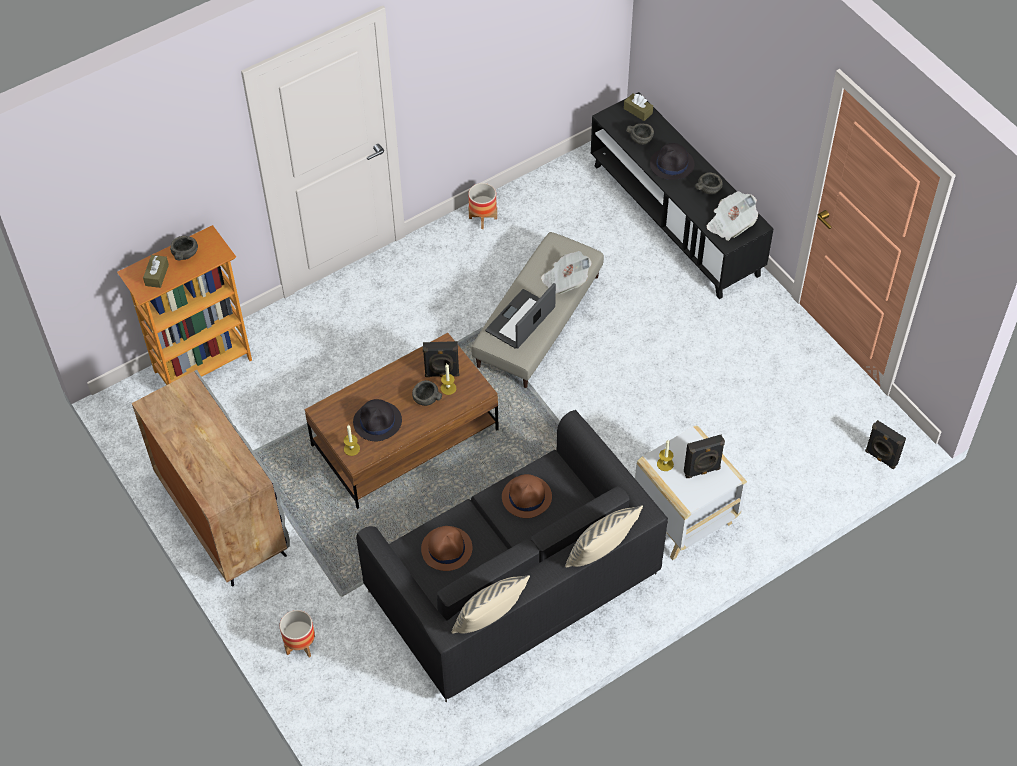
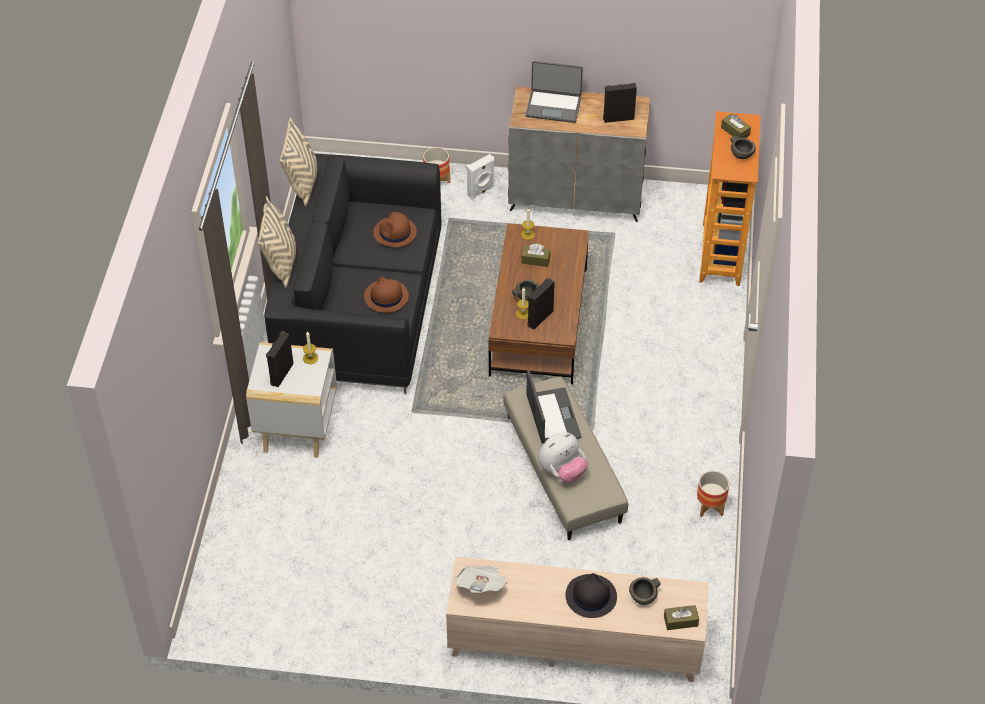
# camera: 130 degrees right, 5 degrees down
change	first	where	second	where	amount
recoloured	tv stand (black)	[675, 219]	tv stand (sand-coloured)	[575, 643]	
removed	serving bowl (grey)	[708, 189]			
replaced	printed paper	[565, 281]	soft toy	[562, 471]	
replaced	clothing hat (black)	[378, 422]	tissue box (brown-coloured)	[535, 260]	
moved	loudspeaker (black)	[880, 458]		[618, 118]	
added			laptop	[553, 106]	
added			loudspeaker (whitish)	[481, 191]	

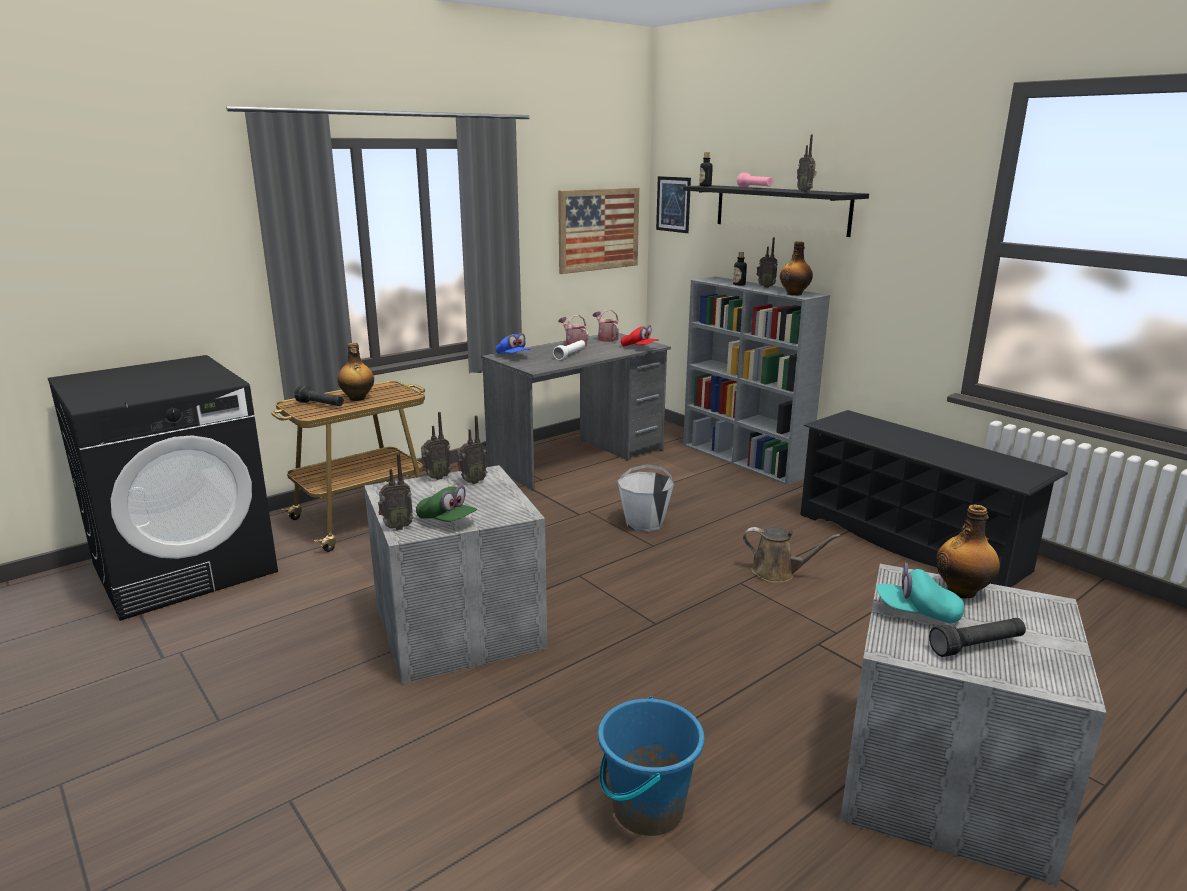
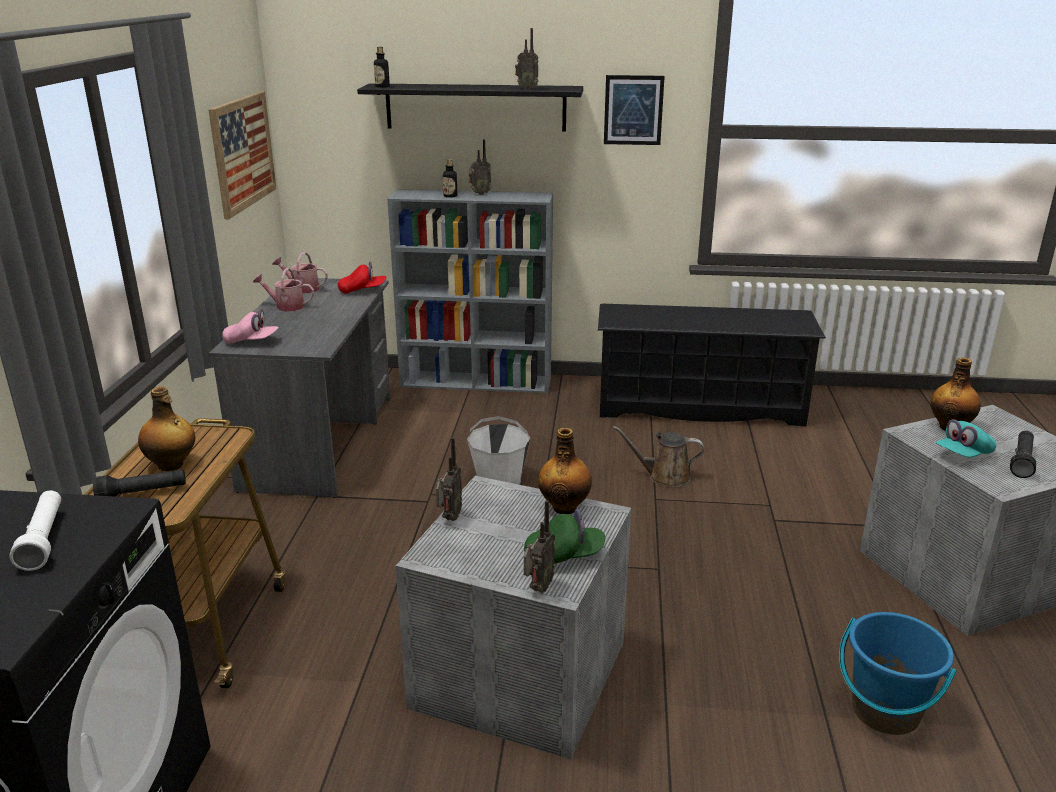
# camera: 45 degrees left, 5 degrees up
change	first	where	second	where	amount
removed	hand torch (pink)	[755, 188]			
moved	wall picture	[673, 204]		[633, 110]	
moved	beverage bottle	[794, 294]		[564, 507]	
recoloured	baseball cap (bluish)	[513, 356]	baseball cap (pink)	[251, 341]	
moved	hand torch (whitish)	[570, 355]		[44, 539]	
removed	radio receiver	[472, 482]			
turned	sprinkling can (brown-coloured)	[777, 573]		[664, 476]	150 degrees counterclockwise

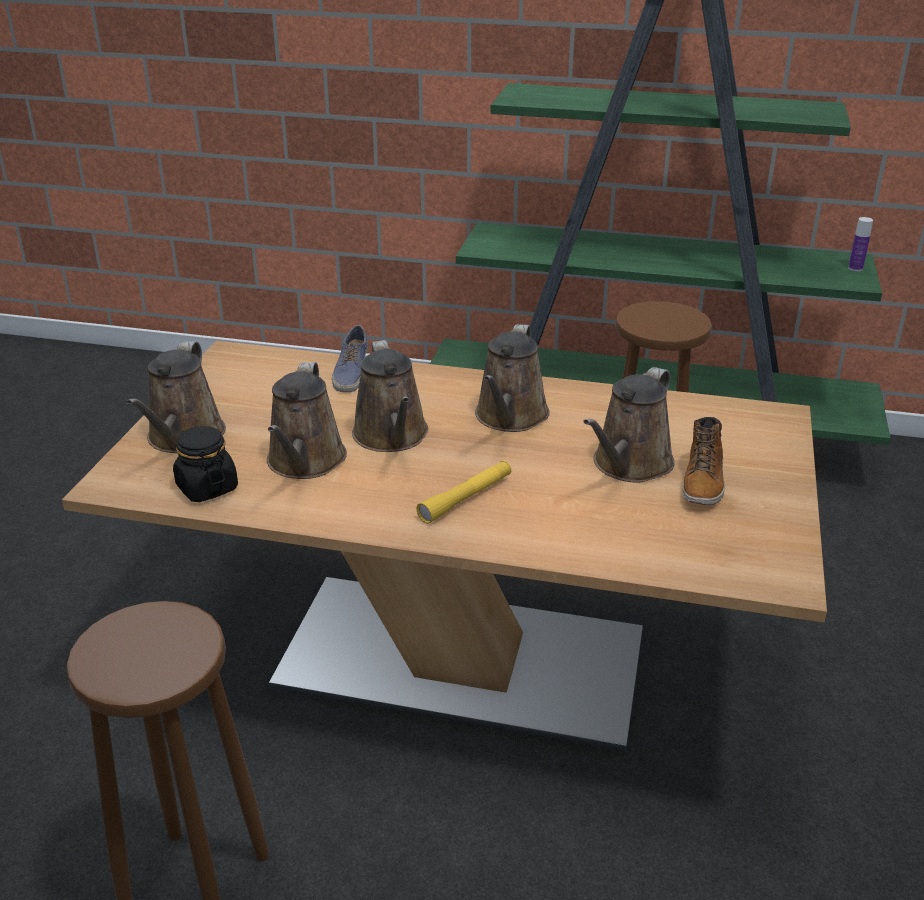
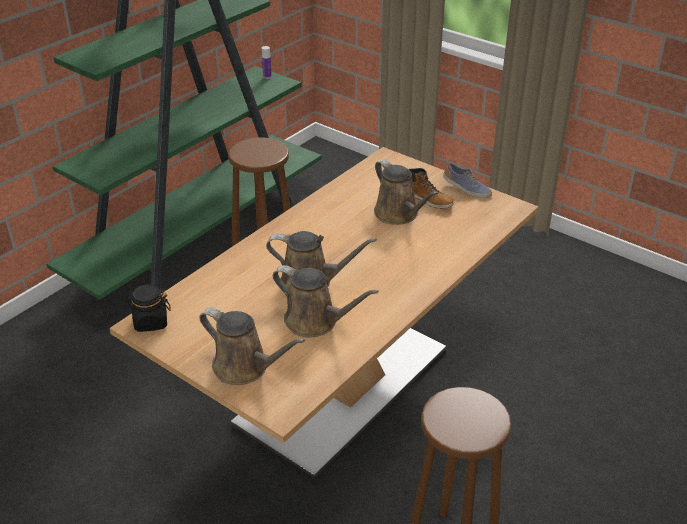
# camera: 65 degrees left, 5 degrees up
change	first	where	second	where	amount
removed	sprinkling can (brown-coloured)	[510, 417]			
moved	low shoe	[350, 373]		[466, 189]	
moved	jar (black)	[207, 487]		[150, 322]	
removed	hand torch (yellowish)	[466, 498]			

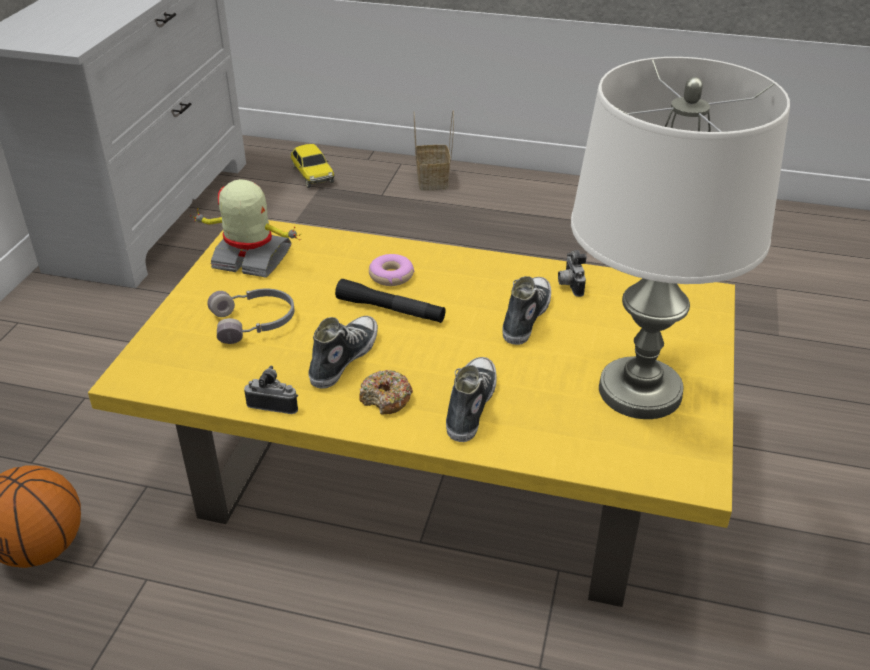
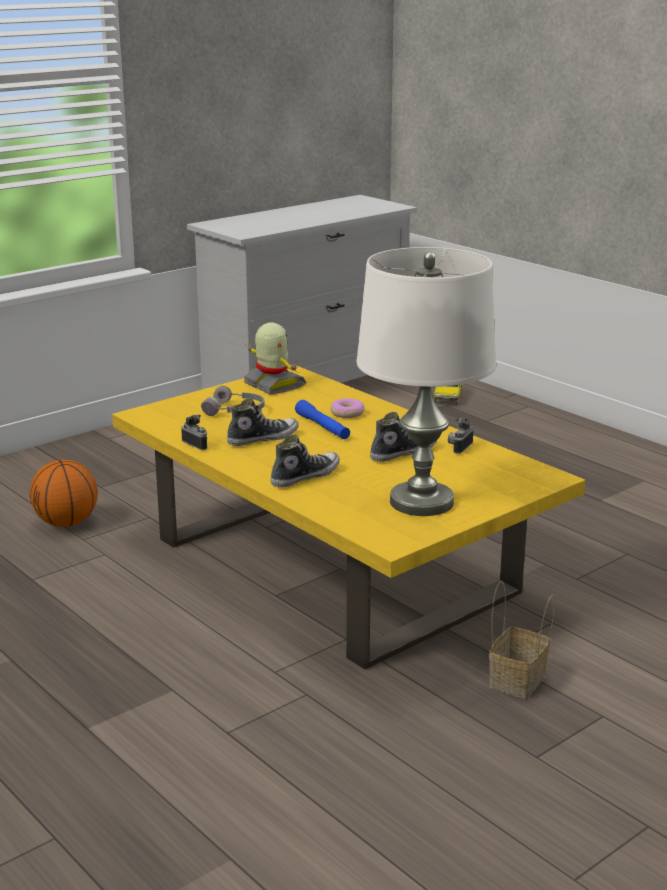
# camera: 35 degrees right, 15 degrees down
change	first	where	second	where	amount
moved	basket	[433, 181]		[518, 681]	
recoloured	hand torch (black)	[390, 310]	hand torch (bluish)	[322, 427]	
removed	donut	[386, 399]			

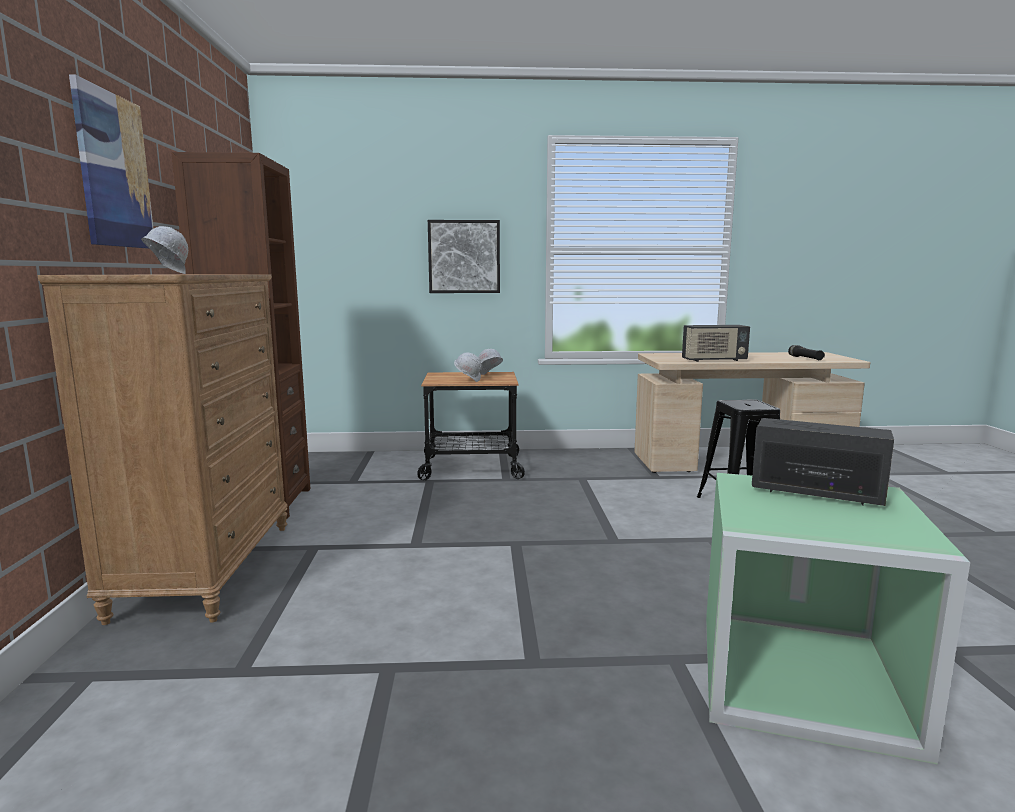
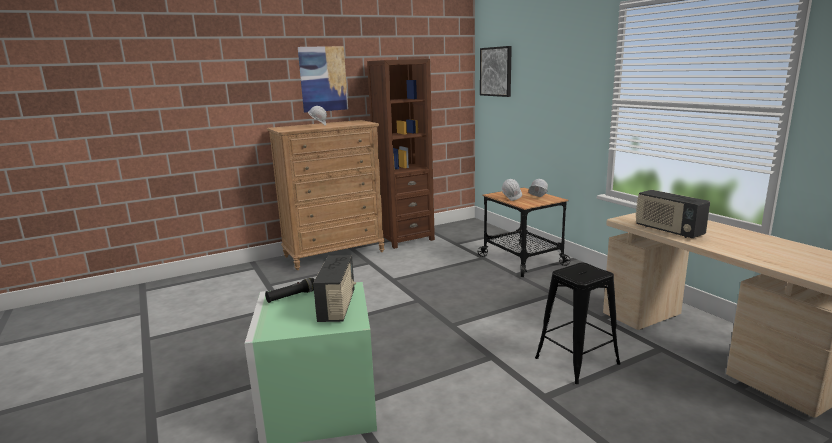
# camera: 65 degrees right, 5 degrees up
change	first	where	second	where	amount
moved	wall picture	[464, 257]		[496, 71]	
moved	hand torch (black)	[805, 358]		[292, 296]	

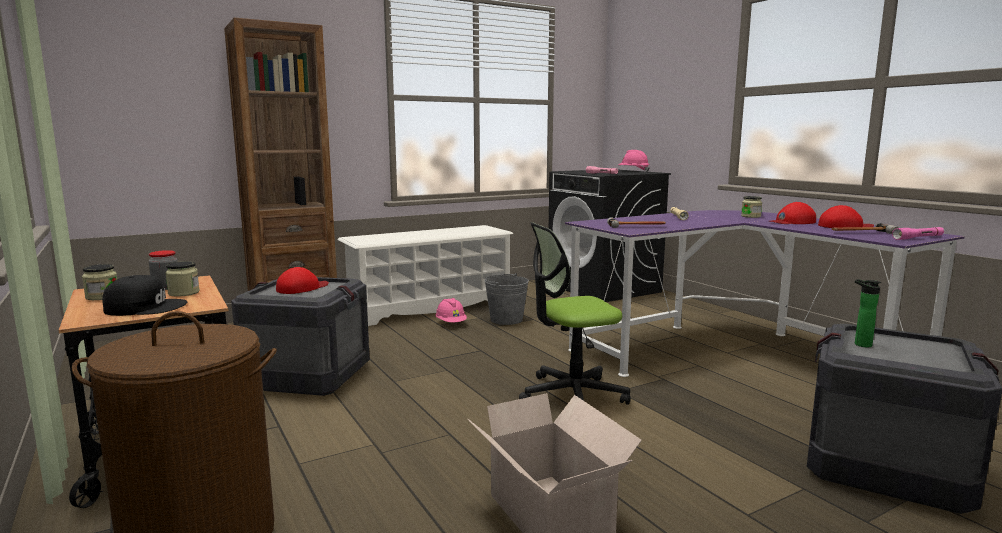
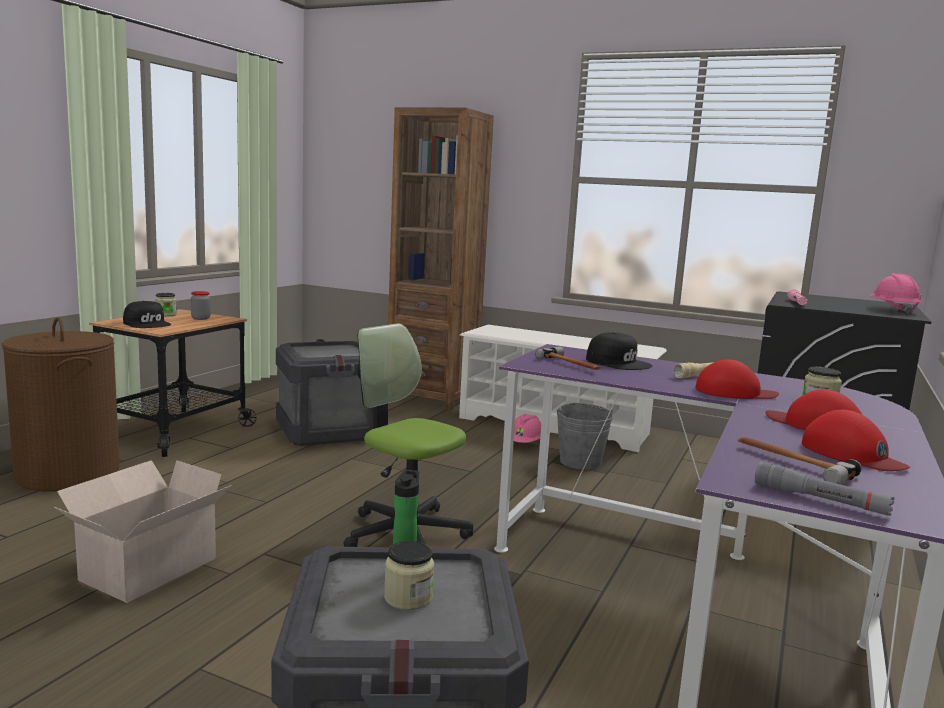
# camera: 55 degrees right, 0 degrees up
change	first	where	second	where	amount
recoloured	hand torch (pink)	[918, 238]	hand torch (grey)	[820, 500]	
moved	jar	[184, 293]		[408, 597]	
moved	baseball cap (reddish)	[302, 288]		[734, 392]	
added			baseball cap (black)	[618, 362]	

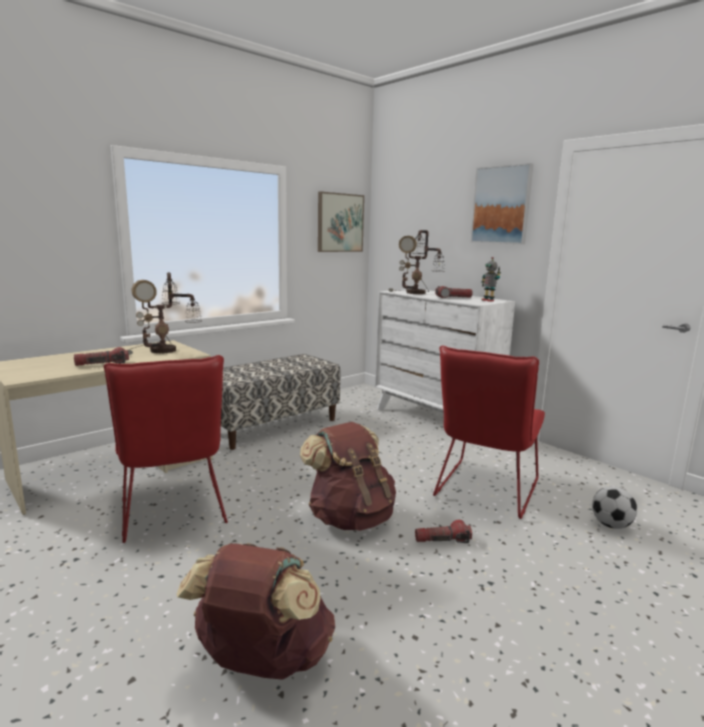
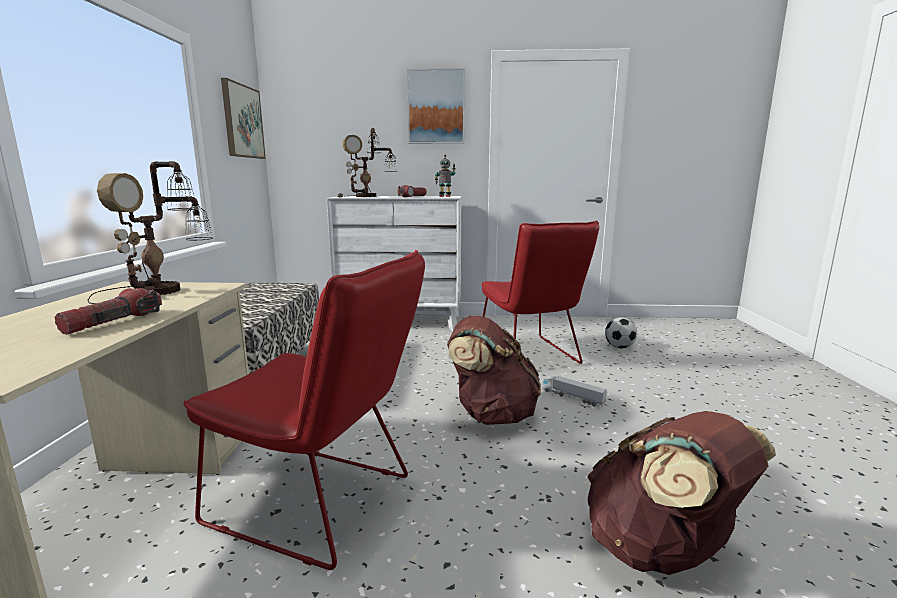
# camera: 45 degrees left, 0 degrees up
change	first	where	second	where	amount
replaced	hand torch	[442, 540]	model truck	[572, 397]	

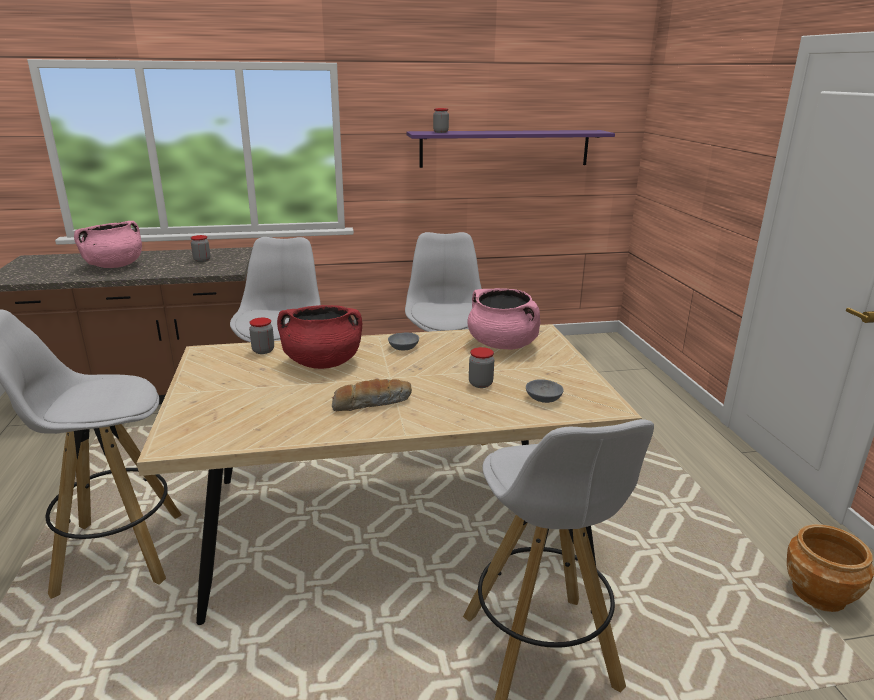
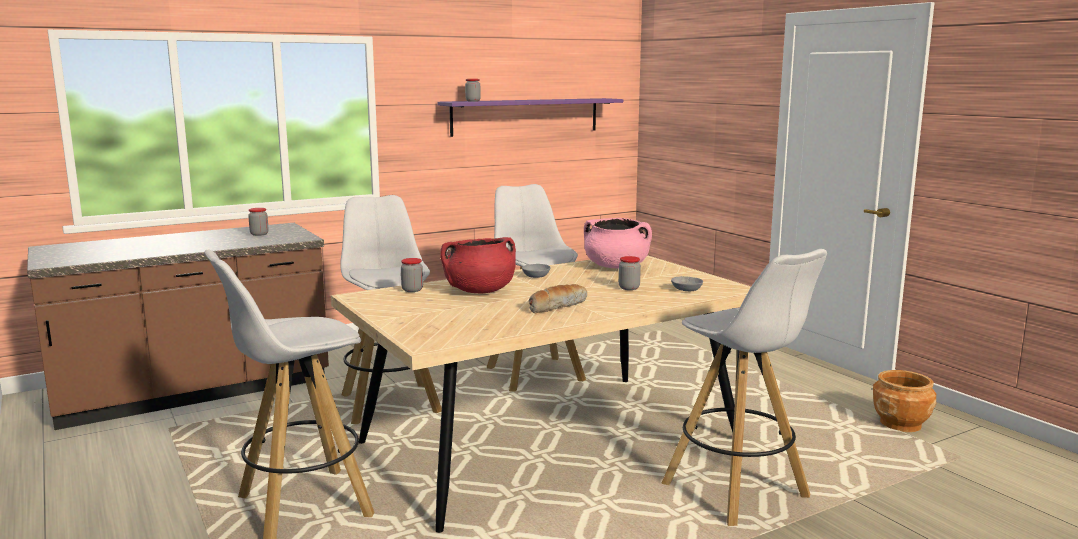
# camera: 20 degrees left, 10 degrees down
change	first	where	second	where	amount
removed	stockpot (pink)	[114, 266]			

